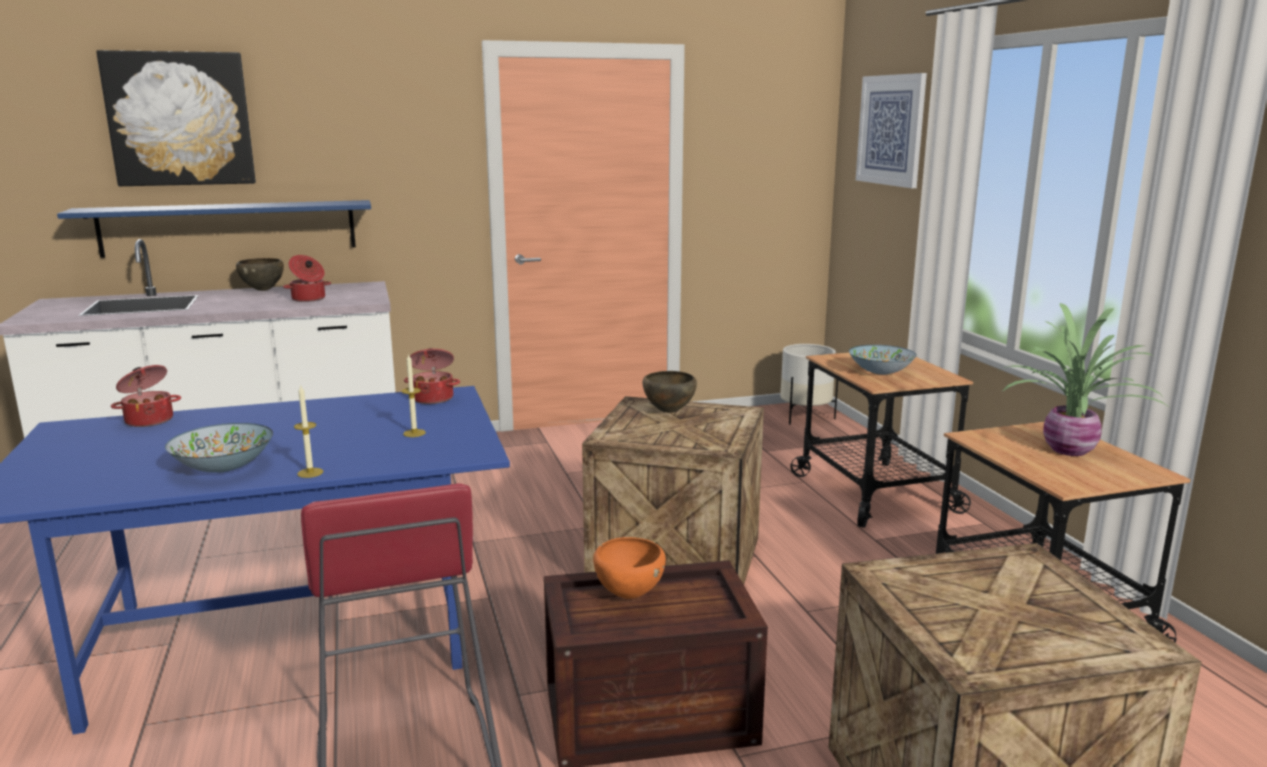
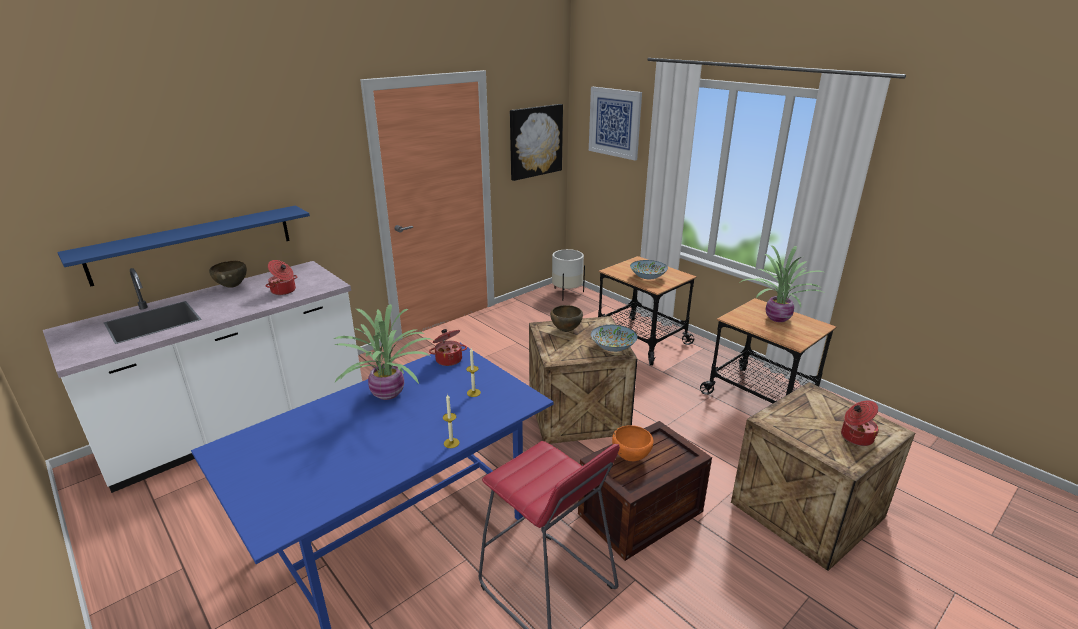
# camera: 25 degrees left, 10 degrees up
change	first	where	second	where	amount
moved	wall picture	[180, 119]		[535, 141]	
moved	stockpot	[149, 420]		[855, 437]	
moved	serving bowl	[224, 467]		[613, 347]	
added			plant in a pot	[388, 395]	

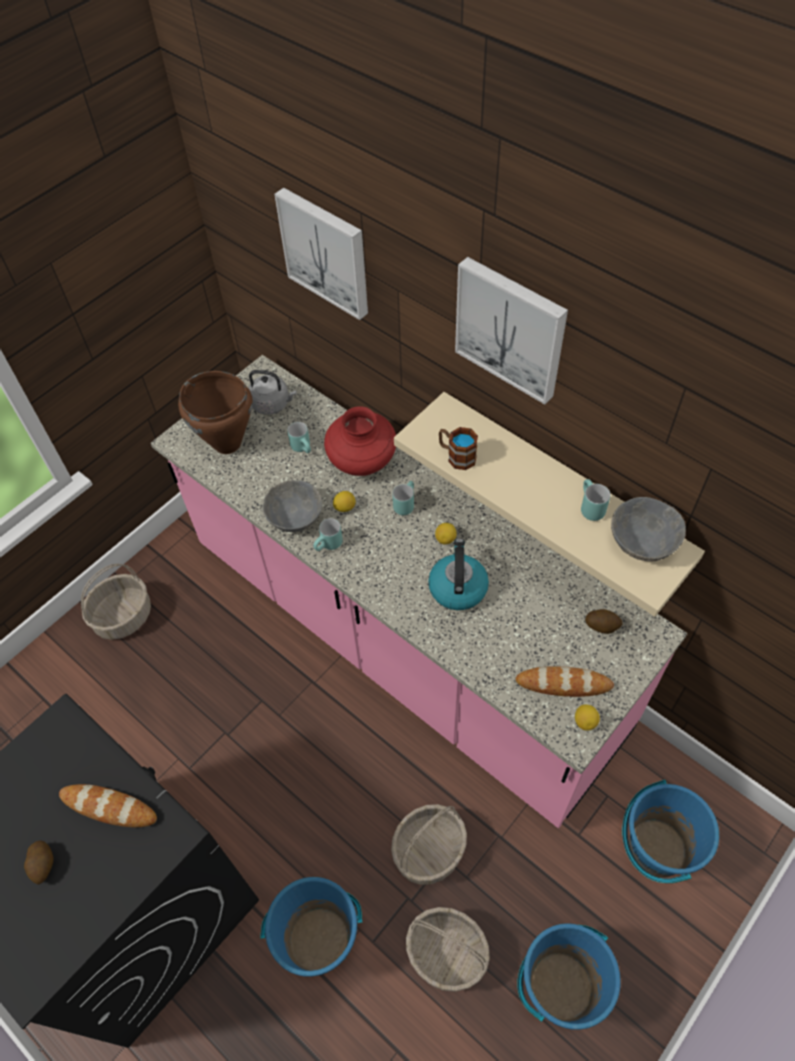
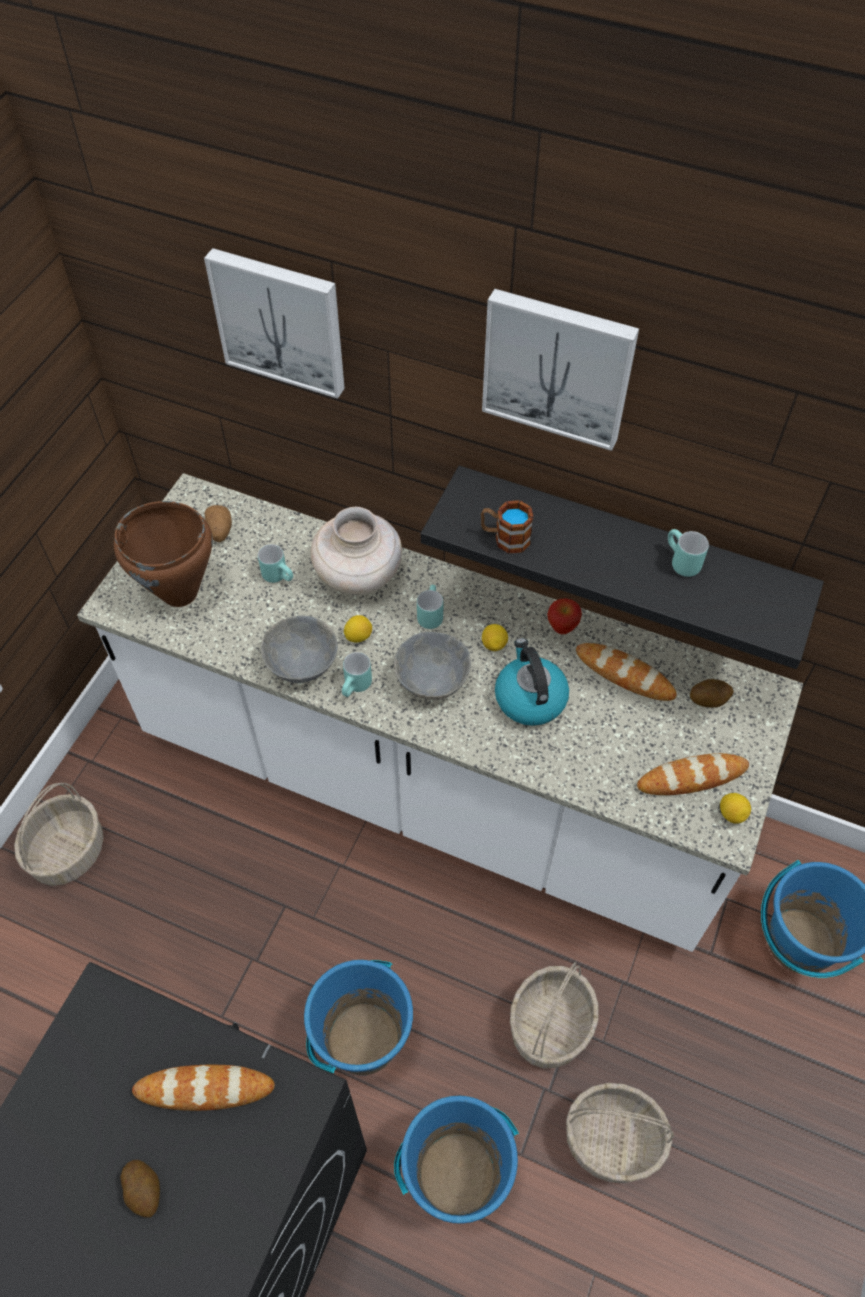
# camera: 20 degrees left, 0 degrees up
change	first	where	second	where	amount
recoloured	kitchen counter (pink)	[403, 638]	kitchen counter (whitish)	[432, 783]	
replaced	tea kettle (grey)	[272, 404]	spud	[220, 531]	
recoloured	shelf (sand-coloured)	[561, 487]	shelf (black)	[627, 548]	
recoloured	vase (reddish)	[362, 461]	vase (sand-coloured)	[358, 576]	
moved	serving bowl (grey)	[641, 544]		[432, 681]	
moved	bucket (bluish)	[560, 985]		[363, 1038]	
added			apple fruit	[562, 628]	
added			bakery bread	[624, 674]	

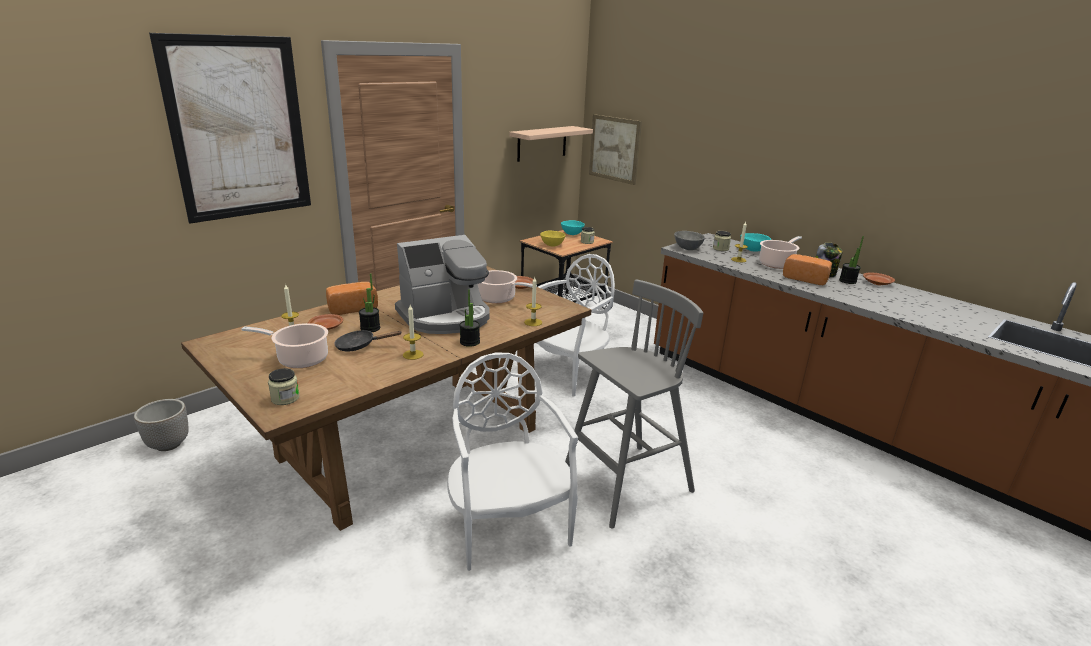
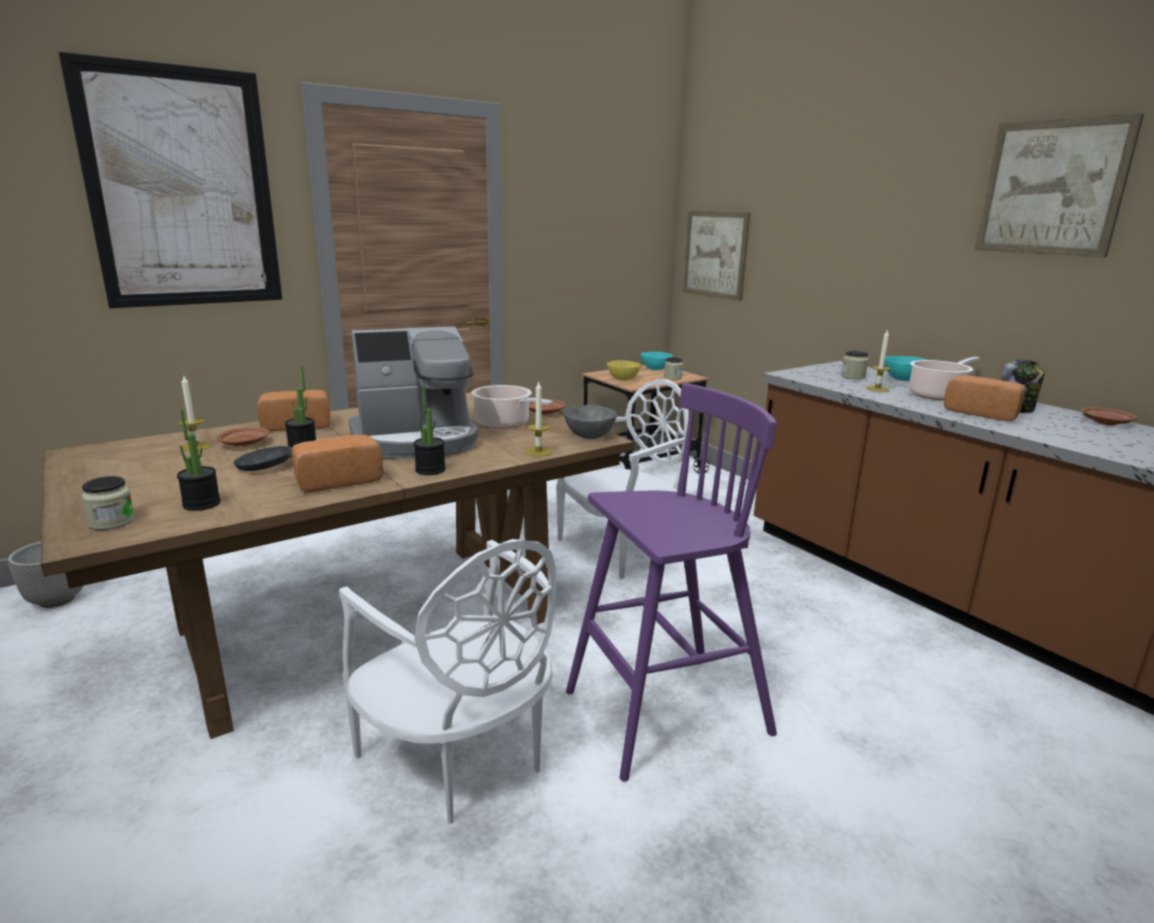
# camera: 10 degrees right, 5 degrees down
change	first	where	second	where	amount
removed	shelf	[542, 143]			
moved	serving bowl (grey)	[687, 248]		[589, 435]	
moved	plant in a pot	[847, 281]		[201, 504]	
recoloured	stool (grey)	[624, 485]	stool (purplish)	[663, 714]	
replaced	wax light	[413, 354]	bakery bread	[337, 480]	
removed	stockpot	[299, 359]			
turned	upright chair (whitish)	[508, 525]		[460, 758]	150 degrees clockwise
added			wall picture	[1052, 188]	

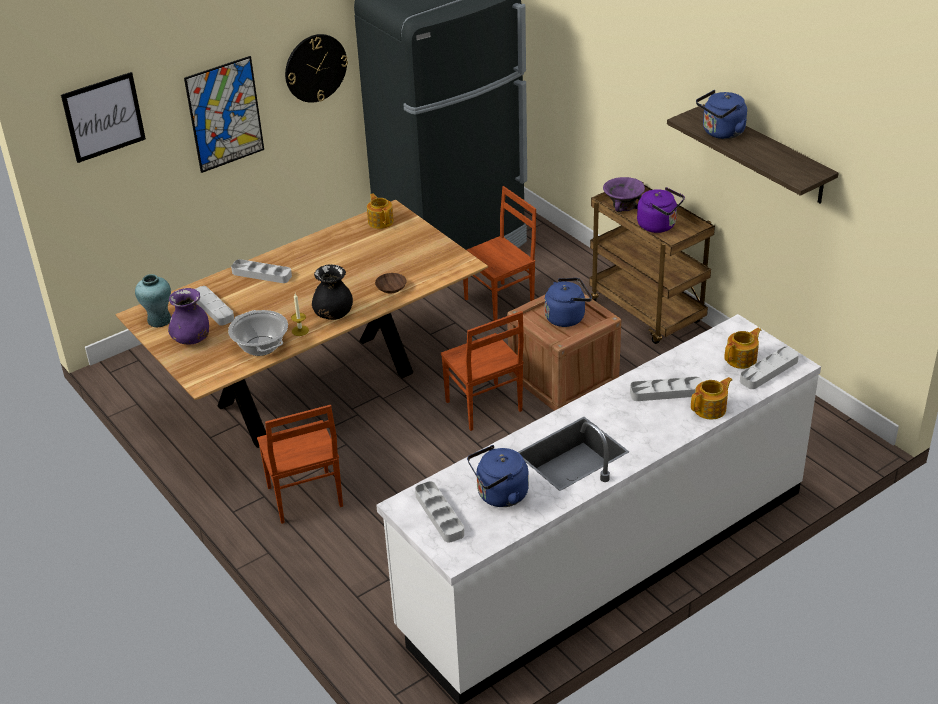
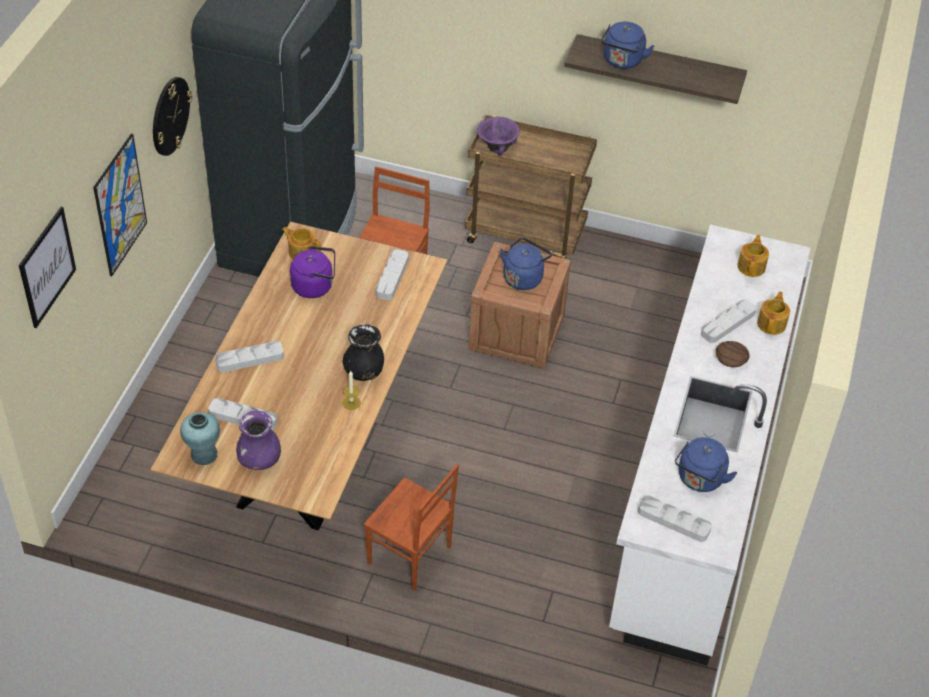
# camera: 40 degrees left, 10 degrees up
change	first	where	second	where	amount
moved	tea kettle (purplish)	[659, 226]		[315, 286]	
moved	serving bowl (brown-coloured)	[391, 288]		[731, 359]	
removed	stockpot	[261, 346]			
removed	upright chair (brown-coloured)	[483, 407]			
moved	tray (grey)	[769, 371]		[392, 277]	

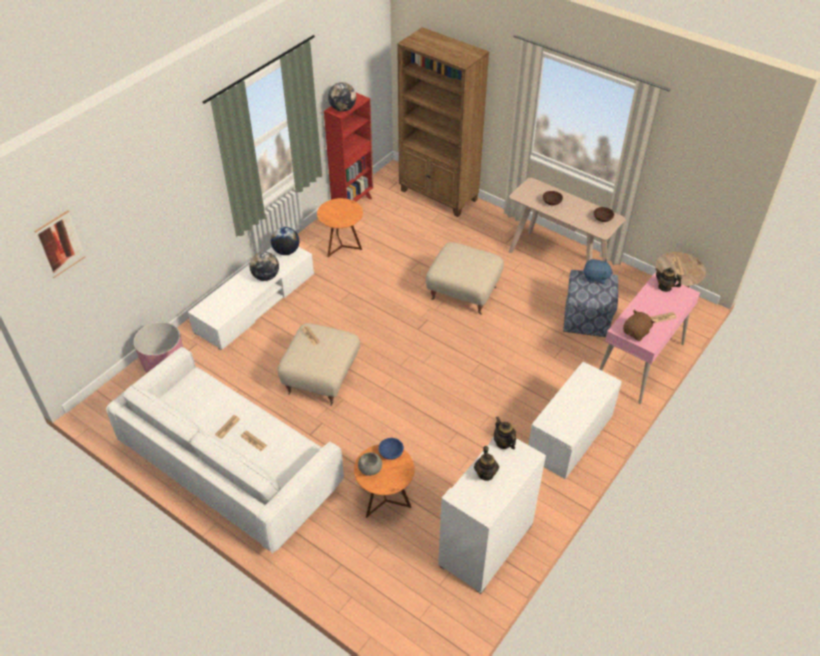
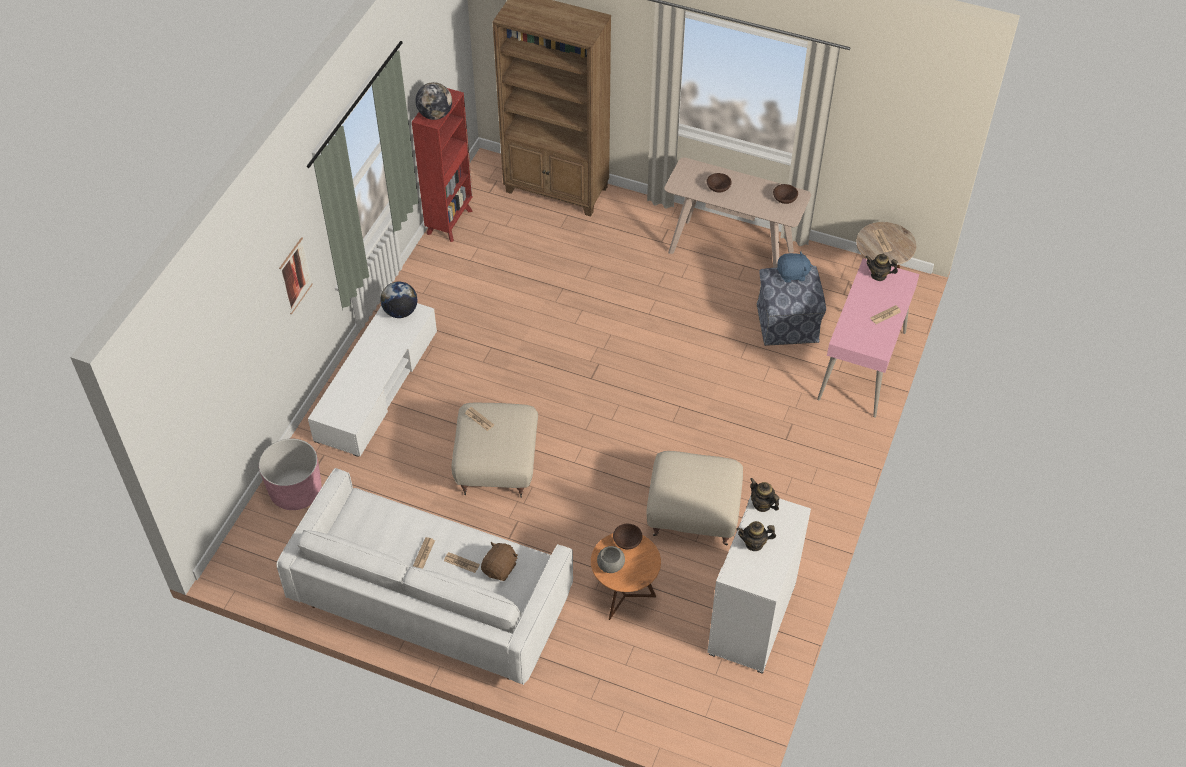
# camera: 15 degrees left, 5 degrees up
change	first	where	second	where	amount
removed	side table (orange-coloured)	[342, 247]			
moved	wall picture	[60, 244]		[295, 276]	
moved	footrest (sand-coloured)	[463, 293]		[693, 516]	
removed	desk globe	[266, 277]			
moved	soft toy (brown-coloured)	[636, 332]		[500, 568]	
removed	indoor bench (whitish)	[570, 436]			
recoloured	serving bowl (bluish)	[390, 453]	serving bowl (brown-coloured)	[627, 541]	
turned	pot for tea	[485, 473]		[754, 543]	105 degrees clockwise

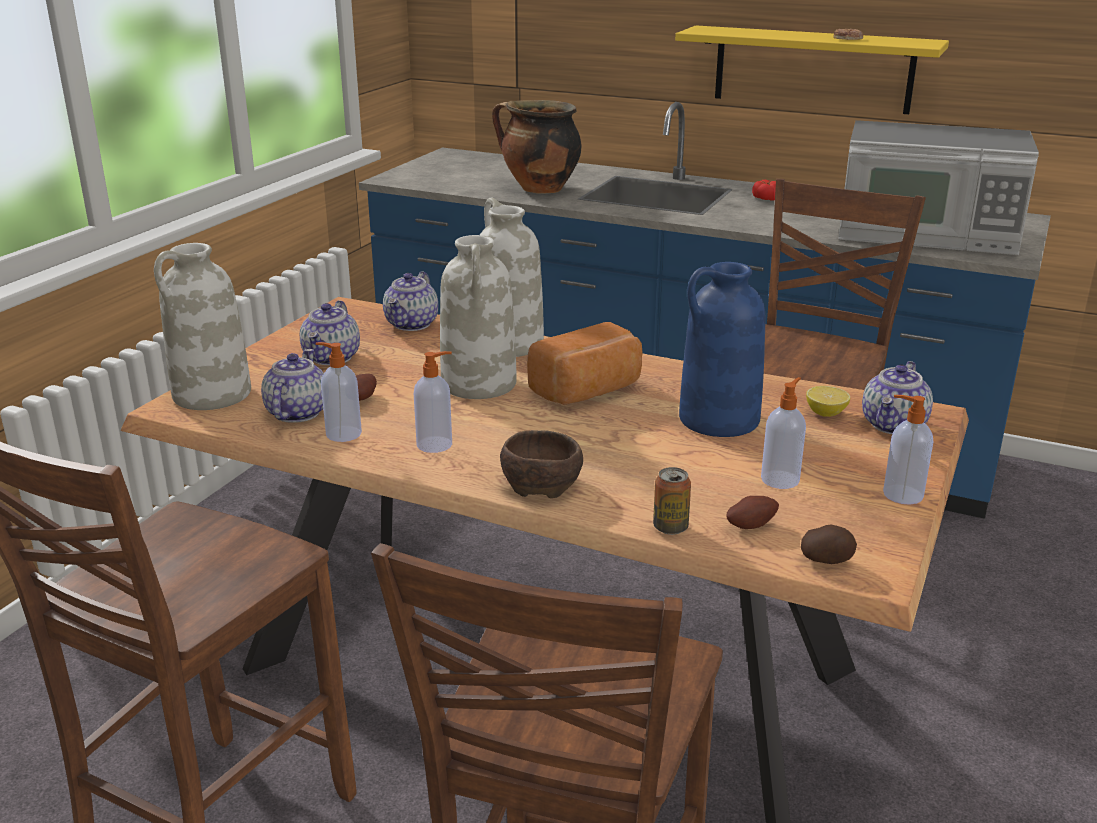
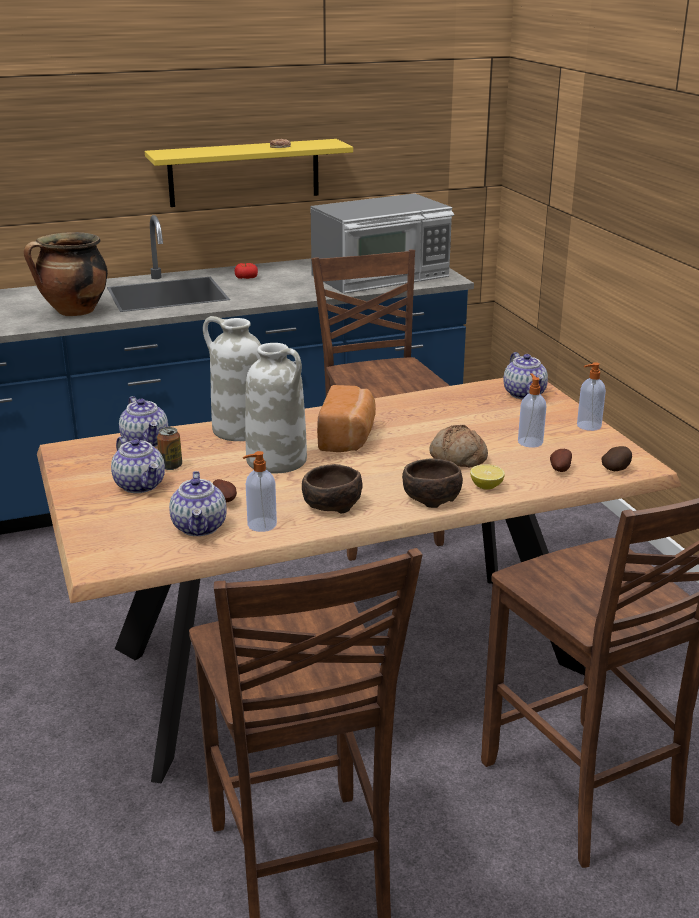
# camera: 45 degrees left, 0 degrees up
change	first	where	second	where	amount
removed	vase (whitish)	[211, 395]			
removed	vase (bluish)	[718, 420]			
turned	pot for tea	[297, 412]		[200, 527]	150 degrees counterclockwise
replaced	soap bottle	[436, 444]	serving bowl (brown-coloured)	[330, 504]	
moved	lemon	[826, 413]		[486, 486]	
moved	metal can	[670, 527]		[171, 466]	
added			bakery bread	[457, 458]	

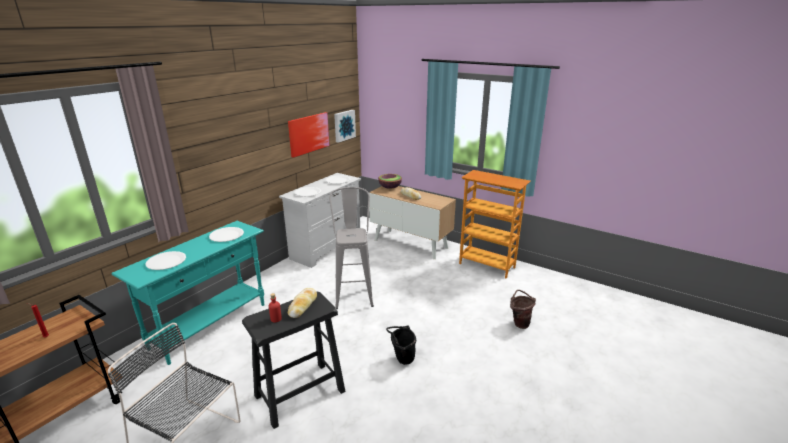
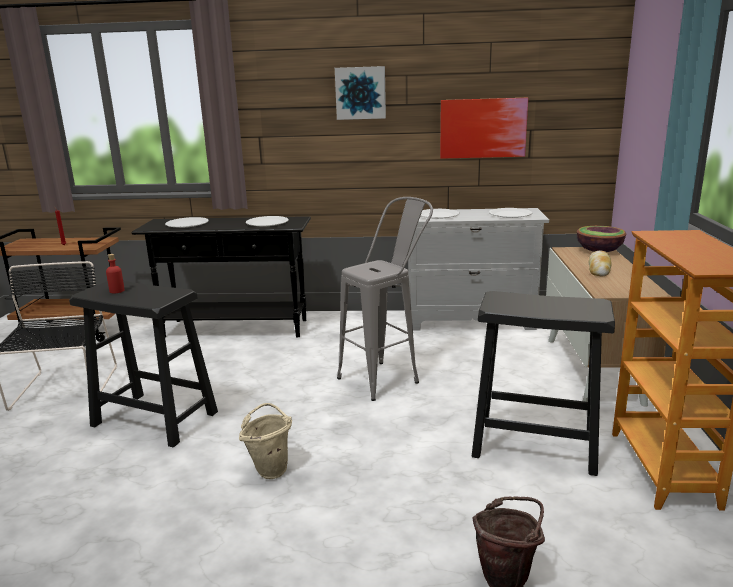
# camera: 60 degrees right, 5 degrees down
change	first	where	second	where	amount
moved	wall picture	[344, 125]		[360, 93]	
recoloured	hall table (turquoise-coloured)	[210, 325]	hall table (black)	[236, 329]	
removed	bakery bread	[303, 306]			
recoloured	bucket (black)	[402, 359]	bucket (sand-coloured)	[270, 468]	
added			stool (black)	[533, 444]	

